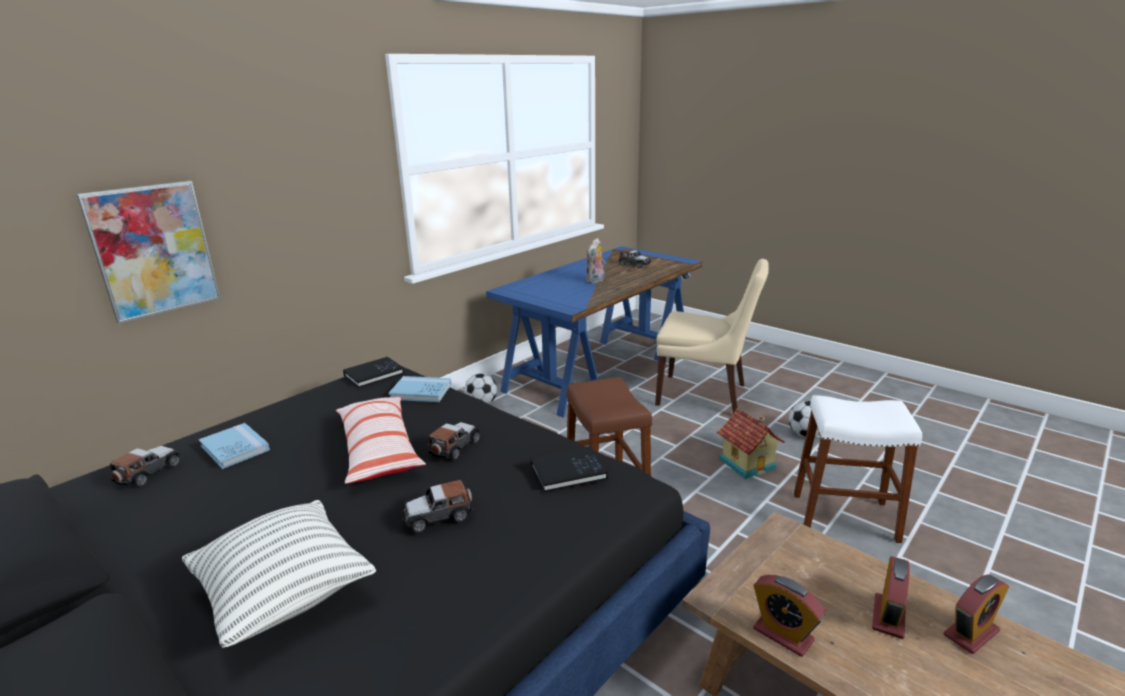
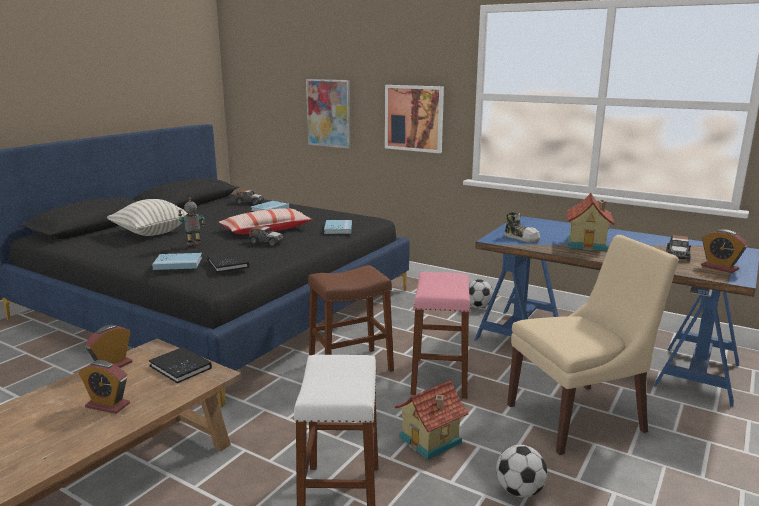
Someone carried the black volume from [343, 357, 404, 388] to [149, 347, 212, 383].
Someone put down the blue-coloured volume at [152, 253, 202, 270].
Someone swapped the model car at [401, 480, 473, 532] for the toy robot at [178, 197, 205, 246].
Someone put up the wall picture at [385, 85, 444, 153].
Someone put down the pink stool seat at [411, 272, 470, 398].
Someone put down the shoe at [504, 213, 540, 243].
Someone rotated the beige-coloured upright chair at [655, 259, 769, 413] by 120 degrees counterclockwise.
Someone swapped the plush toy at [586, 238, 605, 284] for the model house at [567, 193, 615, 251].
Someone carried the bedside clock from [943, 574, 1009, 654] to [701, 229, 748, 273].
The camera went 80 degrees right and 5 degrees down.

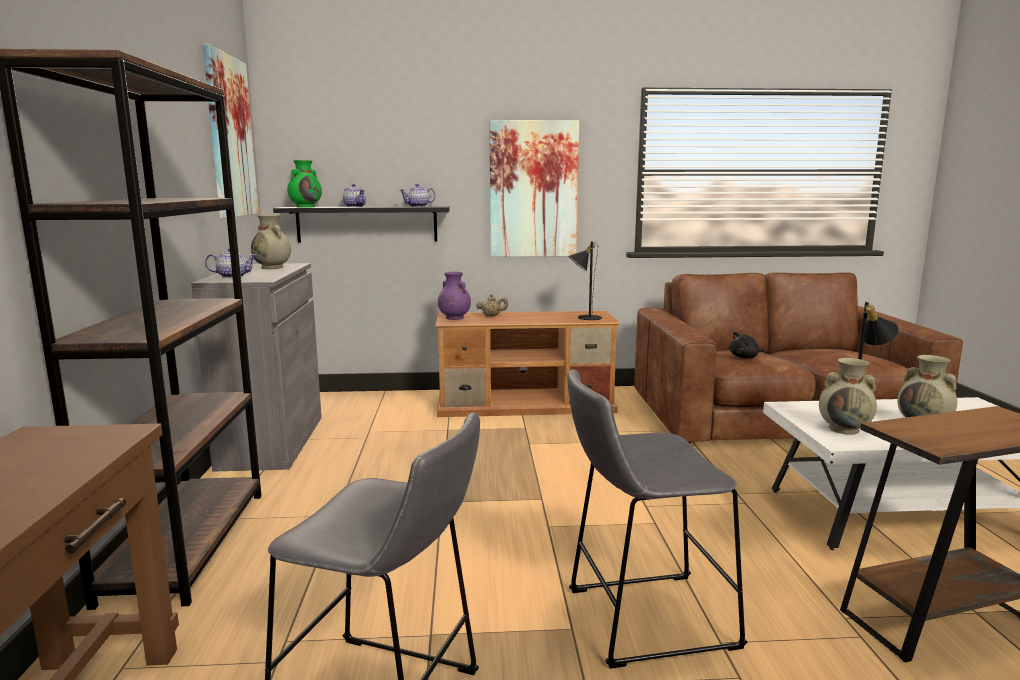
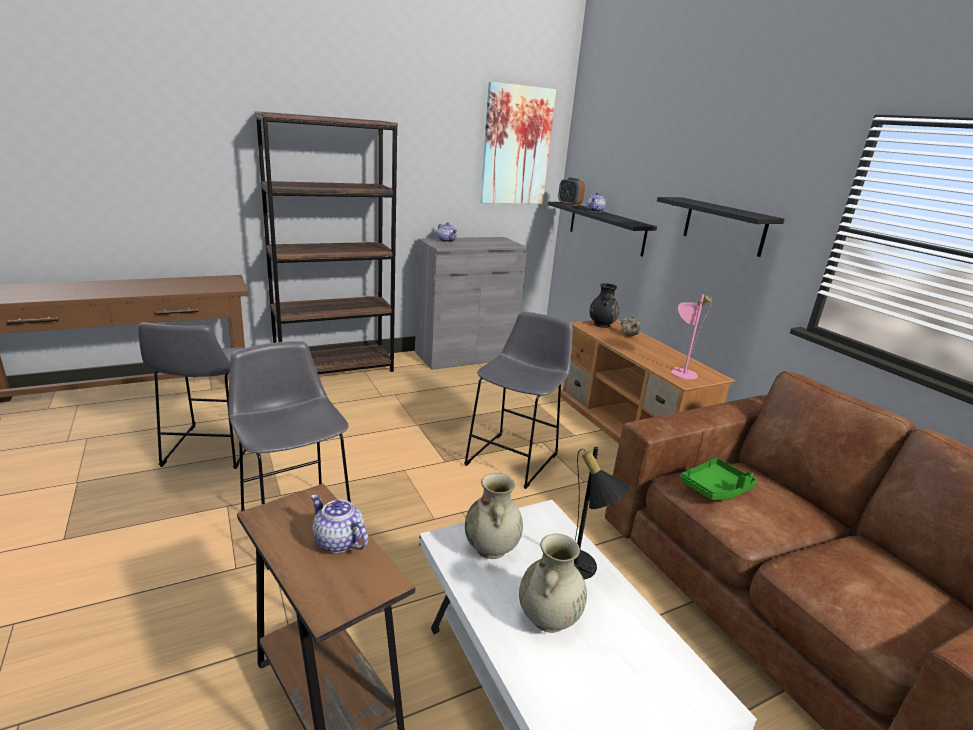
Someone carried the teapot from [400, 184, 435, 207] to [311, 494, 368, 553].
Someone put down the grey stool seat at [464, 311, 573, 489].
Someone swapped the greenish vase at [287, 160, 322, 208] for the bedside clock at [558, 177, 585, 206].
Someone repainted the purple vase at [438, 272, 471, 320], which became the black vase at [589, 283, 619, 328].
Someone swapped the wall picture at [489, 120, 579, 257] for the black shelf at [657, 197, 784, 257].
Someone repainted the black tabletop lamp at [568, 241, 602, 320], which became the pink tabletop lamp at [671, 294, 712, 380].
Someone swapped the black plush toy at [729, 331, 766, 358] for the greenish carrying tray at [680, 458, 757, 500].
Someone took away the beige-coloured vase at [251, 215, 291, 269].
The camera went 65 degrees right and 10 degrees up.

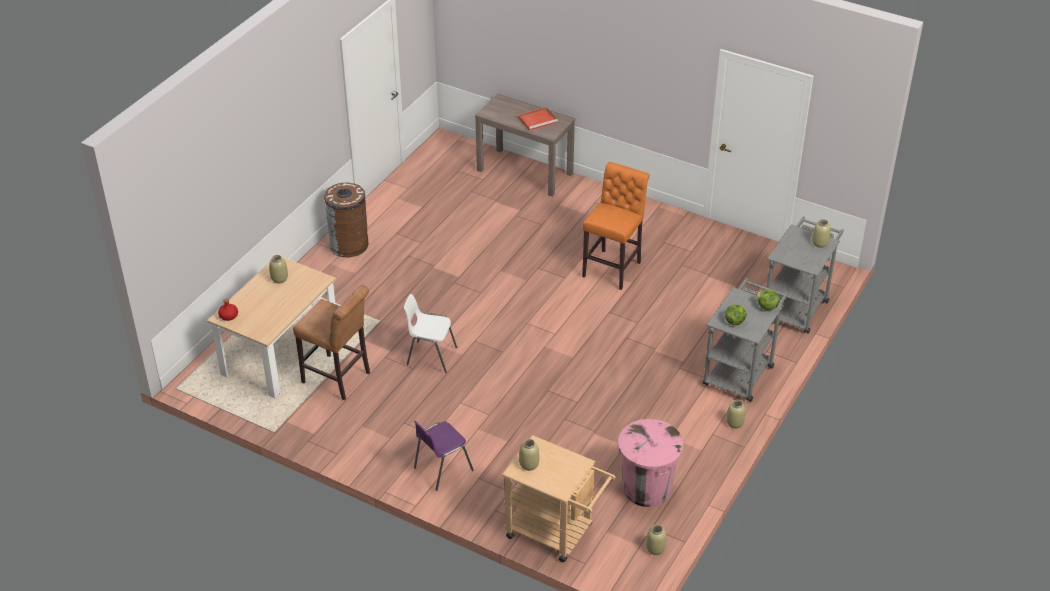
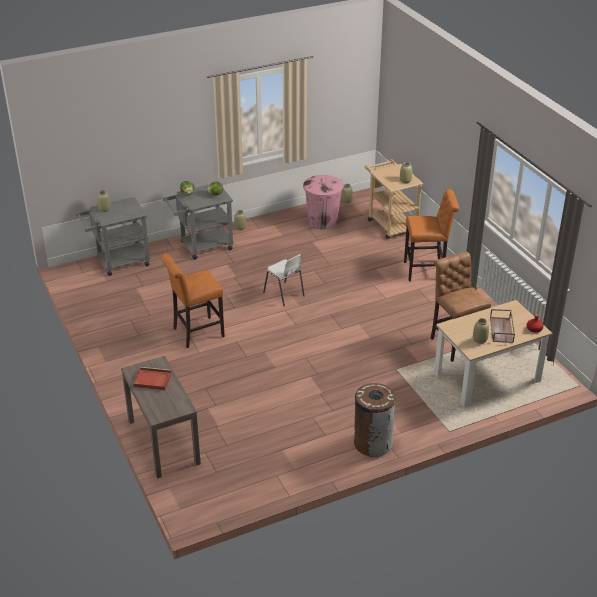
Someone carried the white upright chair from [404, 294, 457, 373] to [263, 254, 305, 306].
Someone swapped the purple upright chair at [413, 421, 474, 491] for the orange-coloured stool seat at [404, 189, 459, 281].
Someone put down the brownish carrying tray at [490, 309, 515, 343].
The camera went 145 degrees left and 5 degrees down.

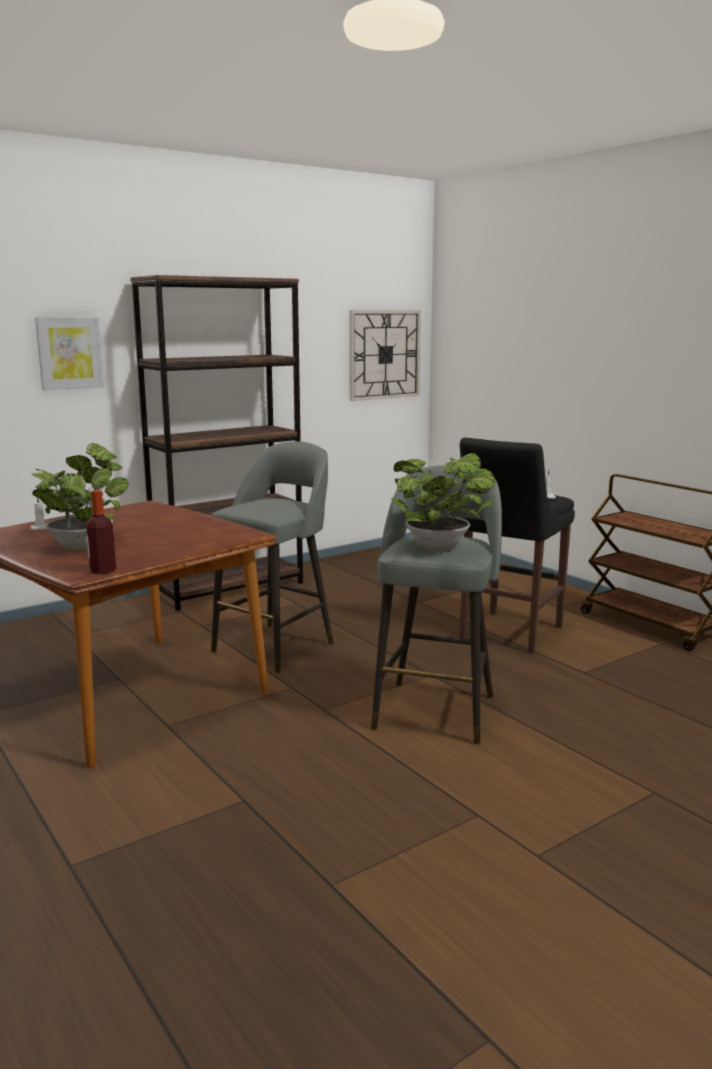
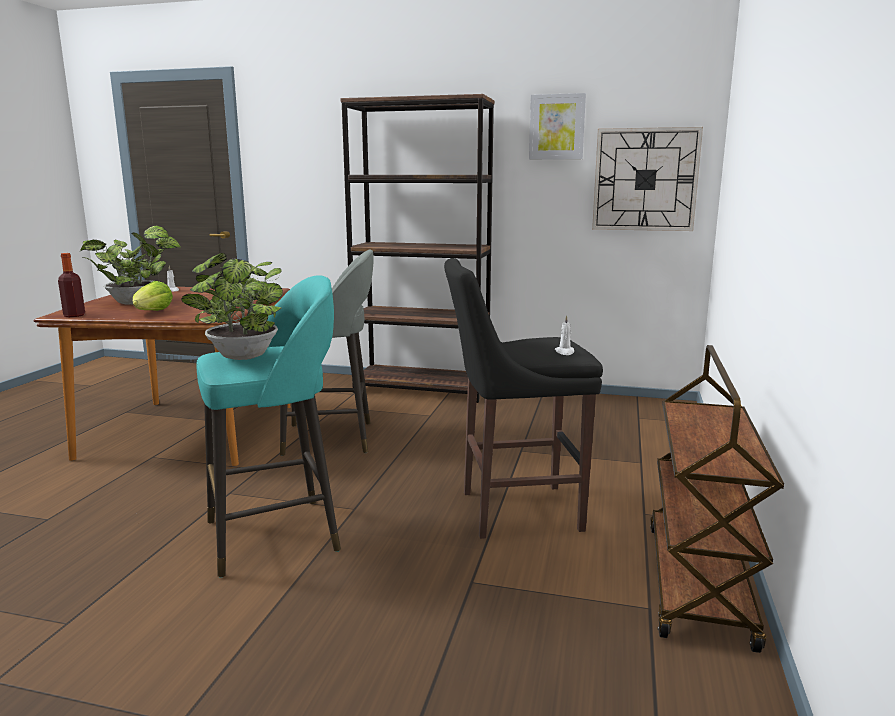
Someone put down the lettuce head at [133, 281, 173, 311].
Someone repainted the grey stool seat at [371, 465, 502, 744], which became the blue-green stool seat at [196, 275, 341, 578].
Someone carried the wall picture from [35, 317, 104, 390] to [529, 93, 586, 160].
The camera went 50 degrees right and 0 degrees up.

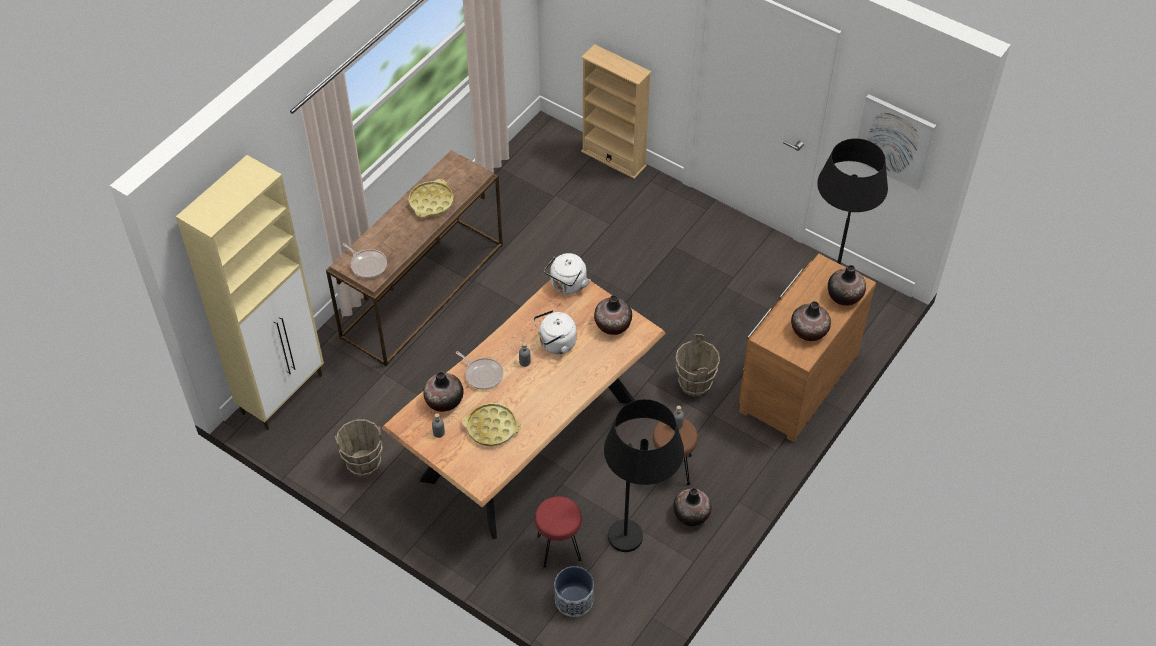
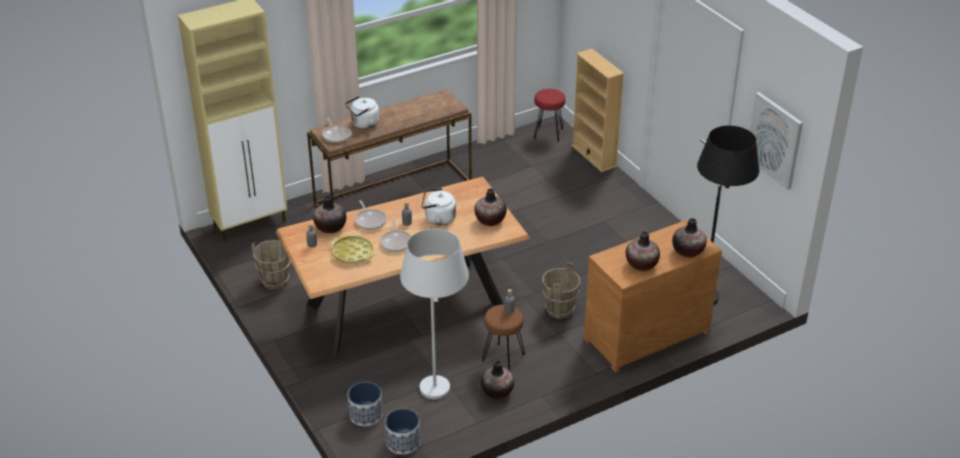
Someone carried the white tea kettle from [544, 253, 591, 294] to [345, 96, 379, 129].
Someone put down the pan at [380, 220, 411, 252].
Someone put down the plant pot at [385, 409, 420, 455].
Someone repainted the black standing lamp at [604, 399, 684, 552], which became the white standing lamp at [400, 229, 469, 399].
Someone carried the reddish stool seat from [535, 496, 582, 568] to [534, 89, 566, 142].
Someone took away the yellowish carrying tray at [409, 179, 454, 218].
The camera went 25 degrees right and 15 degrees down.

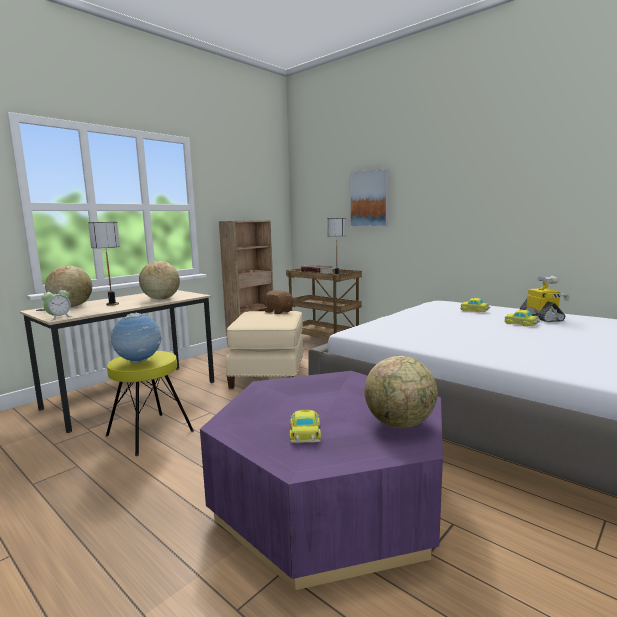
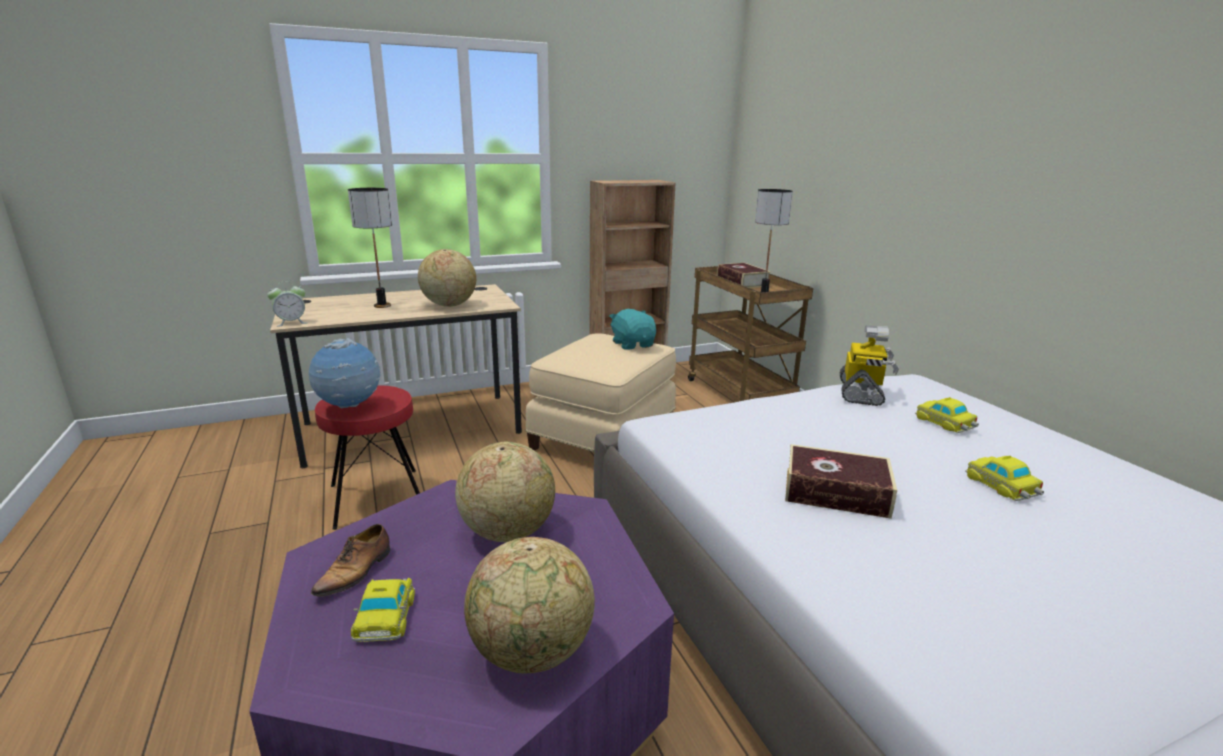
Someone put down the shoe at [311, 524, 390, 597].
Someone repainted the yellowish stool seat at [106, 351, 194, 456], which became the reddish stool seat at [315, 385, 420, 530].
Someone rotated the model car at [290, 410, 321, 443] by 150 degrees clockwise.
Someone carried the globe from [45, 265, 92, 307] to [455, 442, 555, 542].
Someone repainted the brownish plush toy at [263, 290, 293, 314], which became the blue-green plush toy at [609, 309, 656, 350].
Someone put down the volume at [785, 444, 897, 519].
Someone carried the toy robot from [520, 276, 570, 322] to [840, 325, 899, 406].
Someone took away the wall picture at [350, 168, 389, 227].
The camera went 25 degrees right and 10 degrees up.

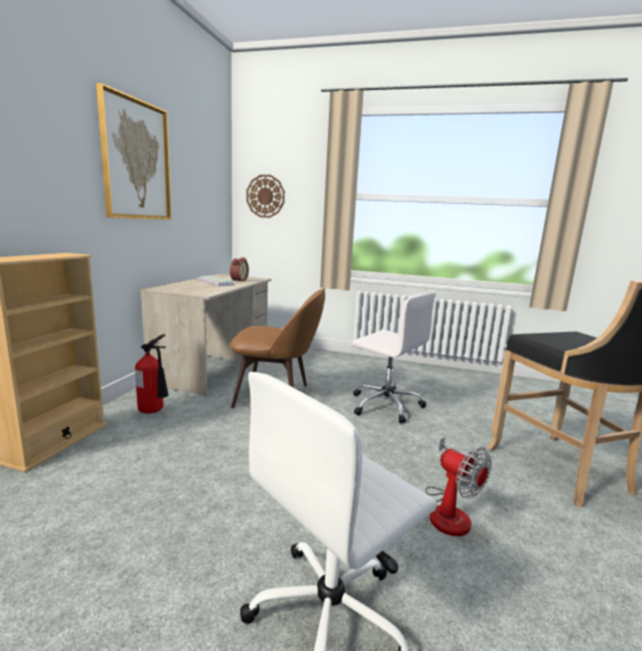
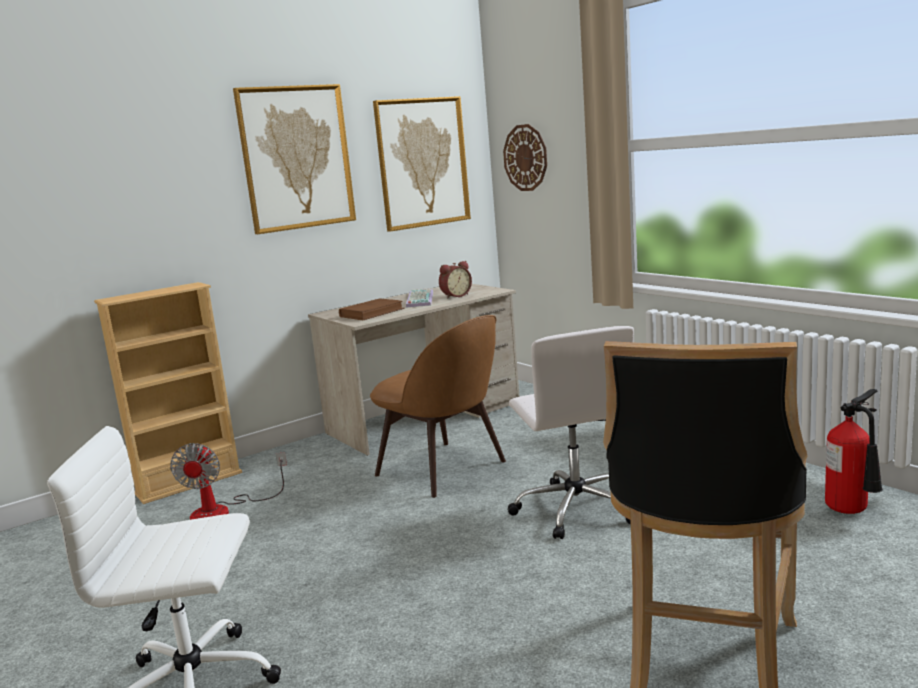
Someone carried the fan from [426, 437, 492, 536] to [170, 443, 287, 520].
Someone put down the brownish volume at [339, 298, 405, 320].
Someone put up the wall picture at [373, 96, 471, 232].
Someone carried the fire extinguisher from [135, 334, 169, 413] to [825, 389, 883, 514].
The camera went 40 degrees right and 0 degrees up.

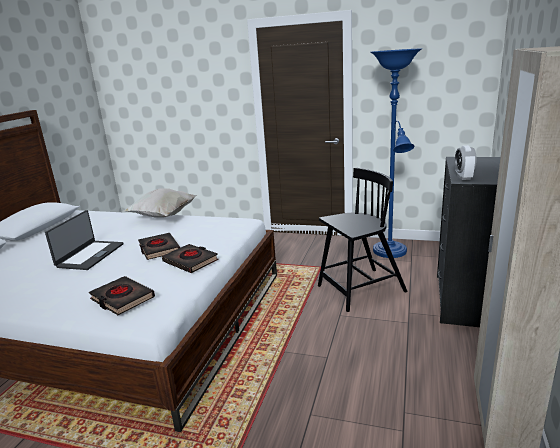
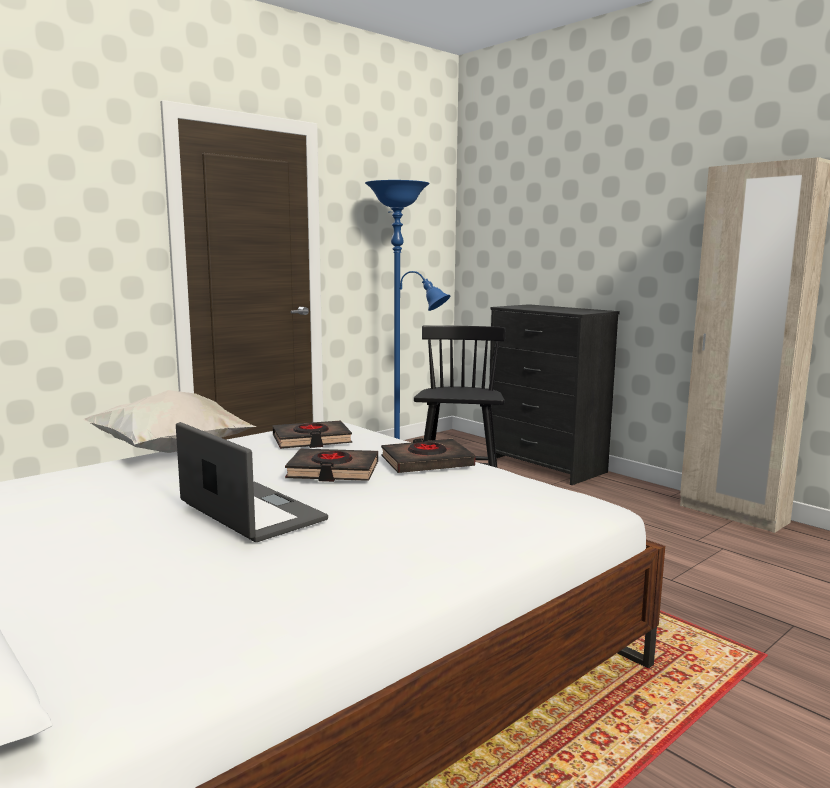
Someone carried the black volume from [89, 276, 155, 315] to [272, 421, 352, 449].
Someone took away the bedside clock at [455, 145, 477, 180].
The camera went 60 degrees left and 10 degrees down.

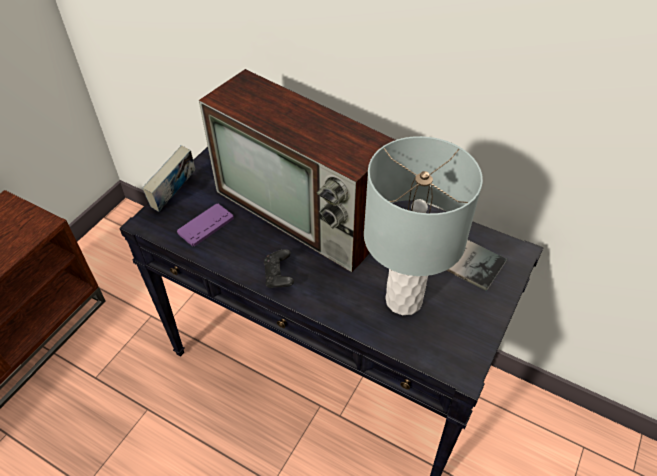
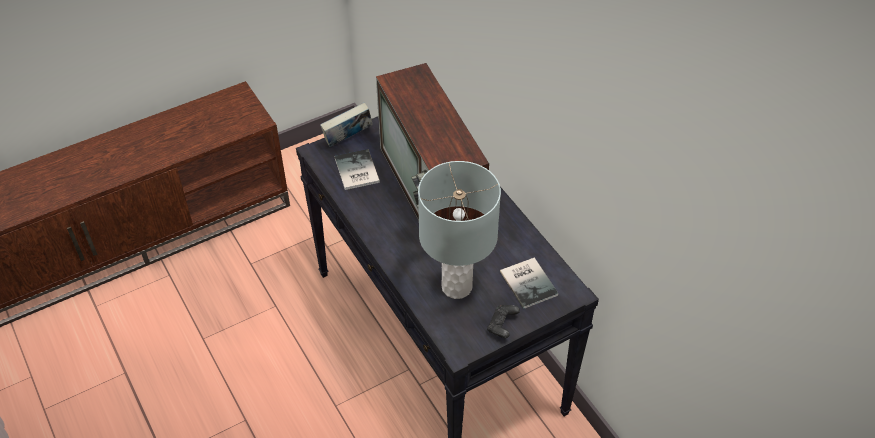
Someone swapped the purple joypad at [177, 203, 234, 246] for the volume at [334, 149, 380, 190].
Someone carried the black joypad from [264, 249, 294, 288] to [487, 305, 520, 338].
The camera went 30 degrees right and 0 degrees up.

